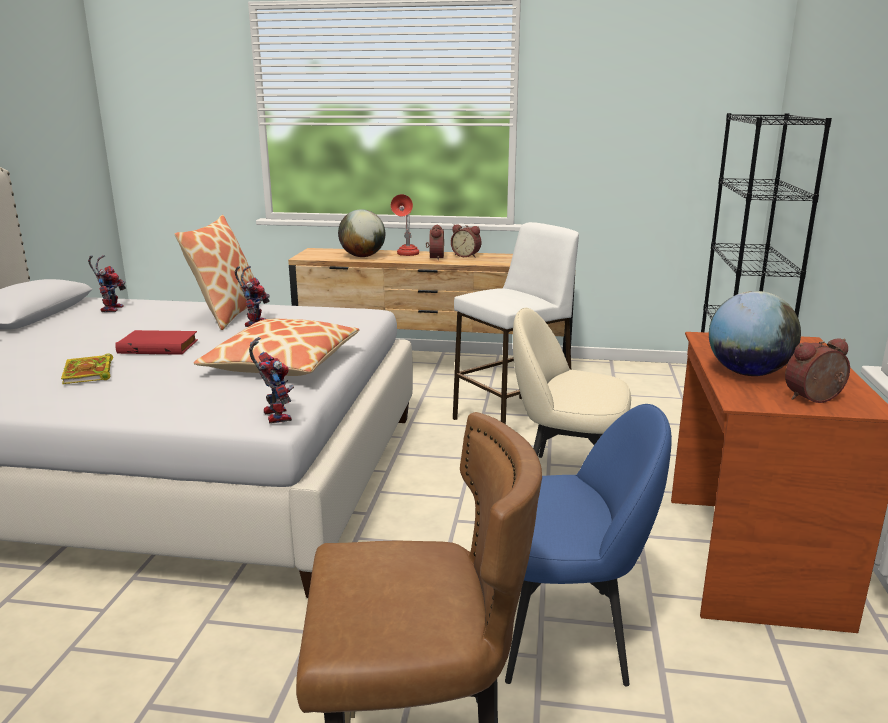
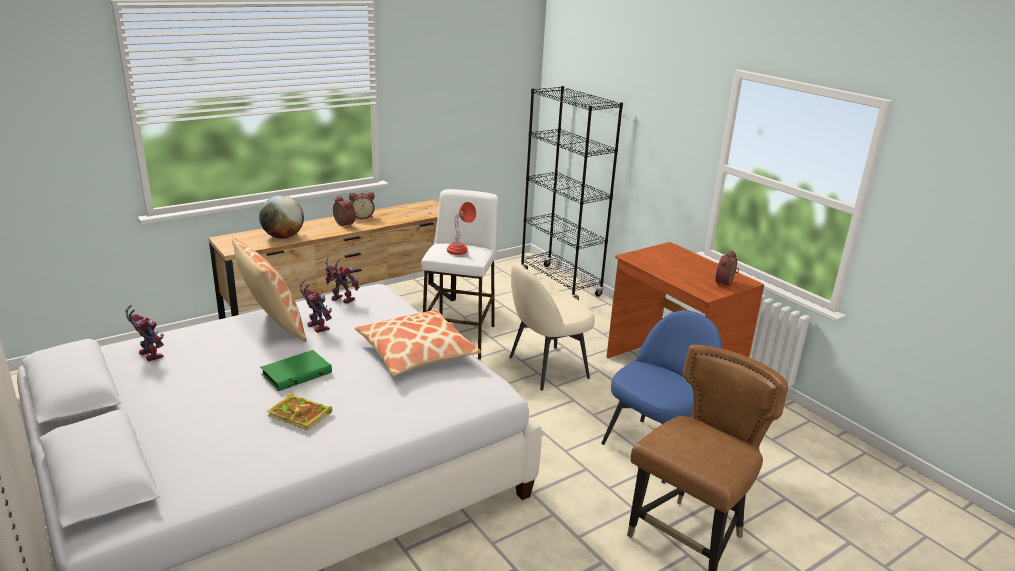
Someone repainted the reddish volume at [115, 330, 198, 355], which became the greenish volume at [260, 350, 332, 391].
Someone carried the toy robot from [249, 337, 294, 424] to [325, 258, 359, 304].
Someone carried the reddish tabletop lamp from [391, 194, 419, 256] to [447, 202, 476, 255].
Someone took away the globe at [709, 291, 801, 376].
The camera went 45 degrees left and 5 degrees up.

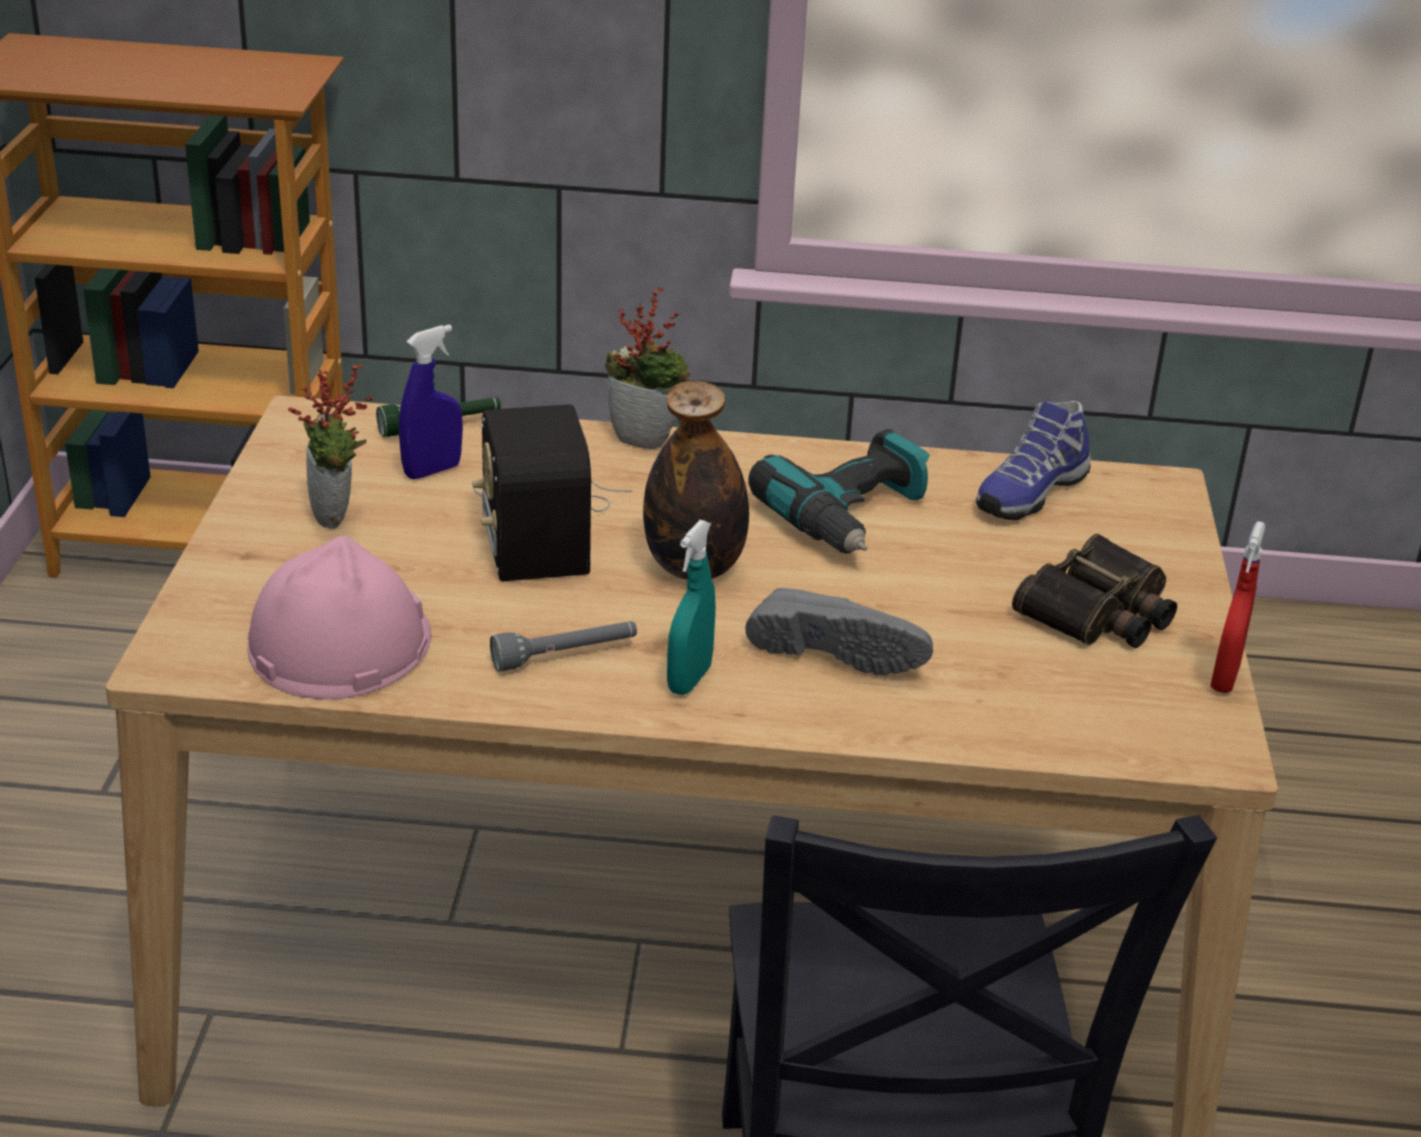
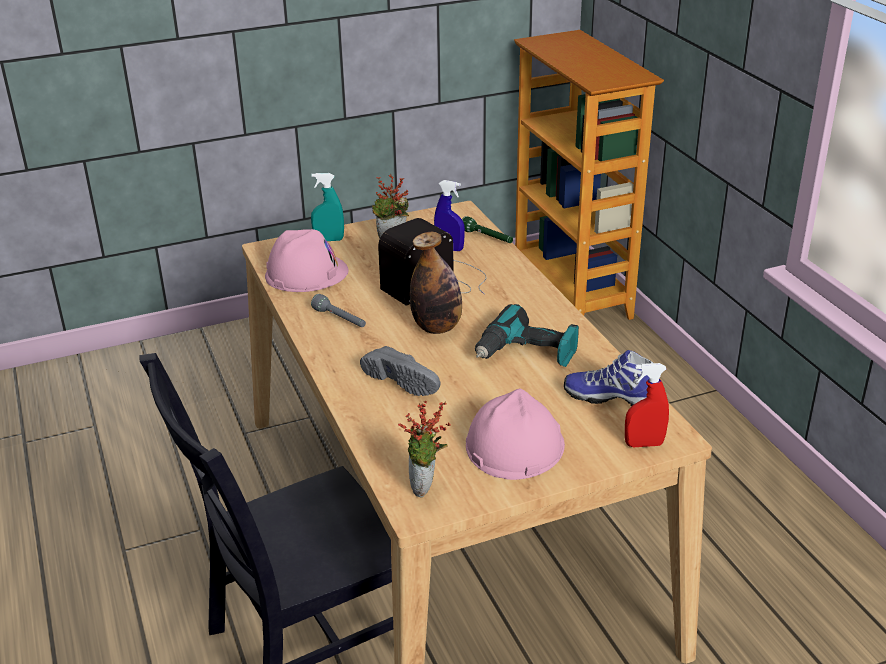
Someone carried the blue-green sprayer from [667, 520, 716, 695] to [311, 173, 344, 241].
Someone rotated the grey shoe at [745, 588, 933, 675] by 45 degrees counterclockwise.
Someone carried the potted plant from [605, 287, 691, 449] to [398, 401, 451, 498].
Someone swapped the pair of binoculars at [1012, 534, 1177, 648] for the pink work helmet at [466, 388, 565, 480].
Someone carried the reddish sprayer from [1210, 521, 1265, 693] to [625, 363, 669, 447].
The camera went 65 degrees right and 0 degrees up.

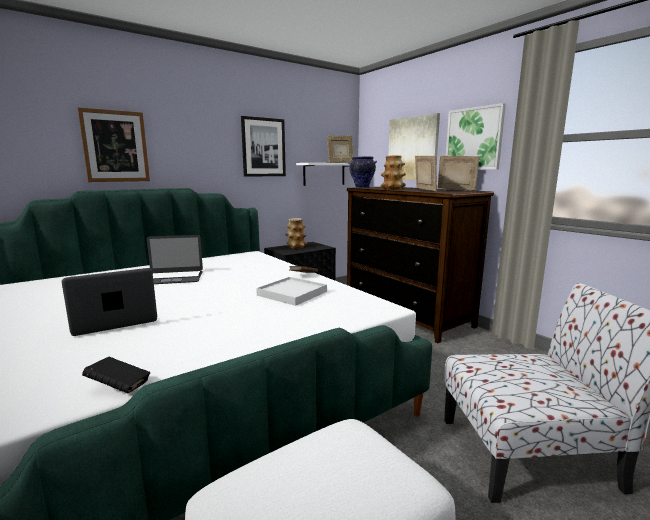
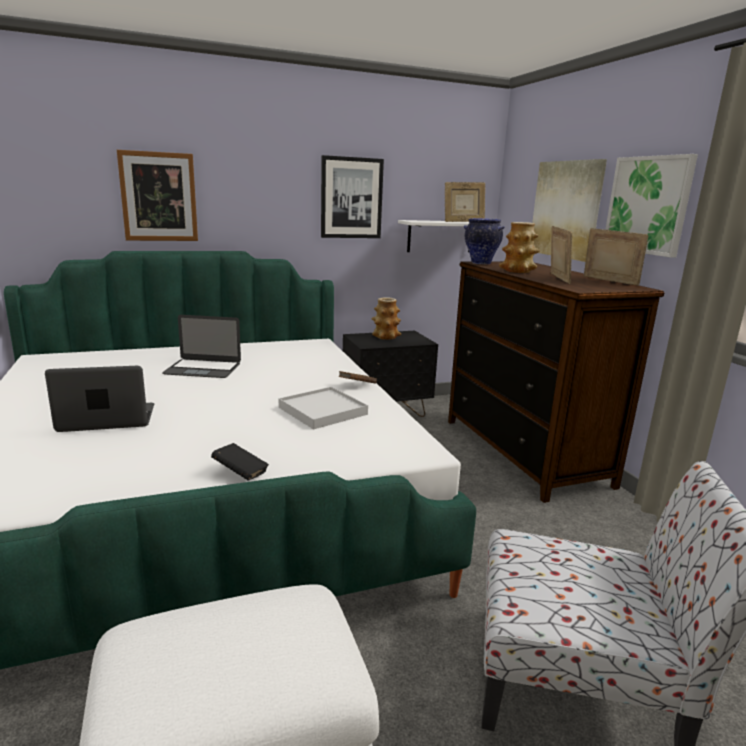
Someone carried the black volume from [82, 357, 150, 393] to [211, 443, 269, 480].
The camera went 15 degrees right and 5 degrees up.

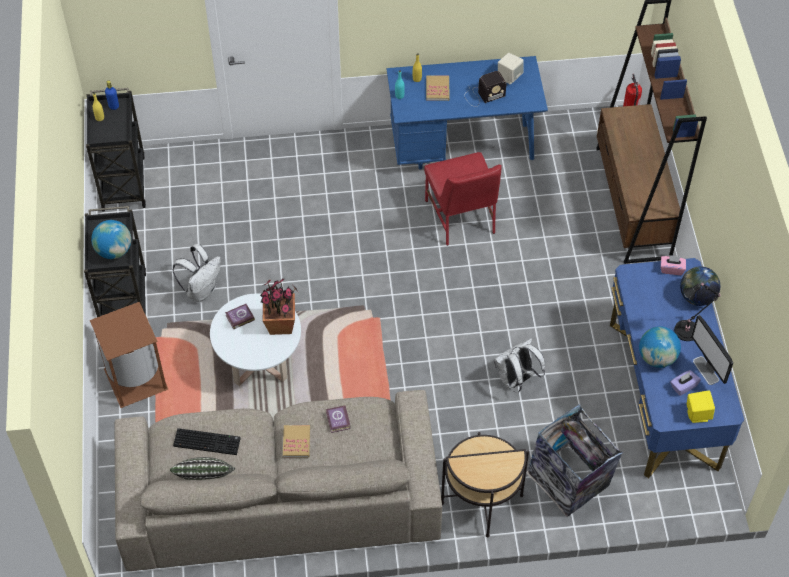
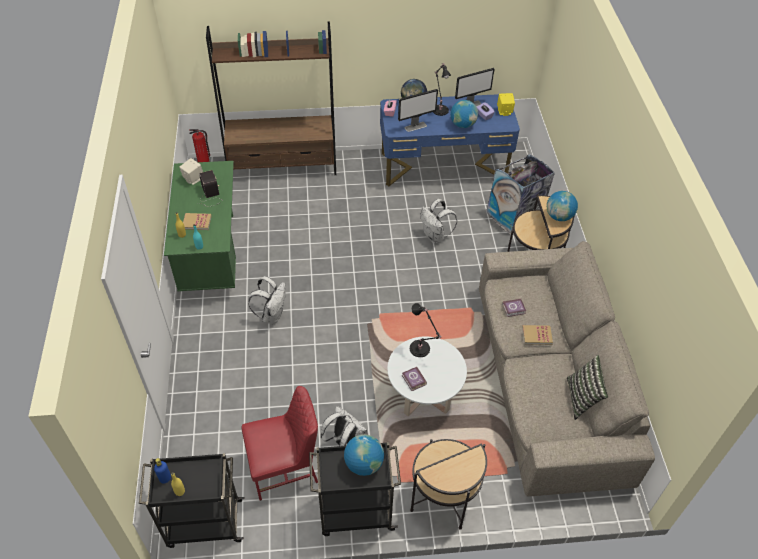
Someone repainted the blue-coloured desk at [386, 56, 548, 170], which became the greenish desk at [164, 161, 236, 291].
Someone carried the reddish upright chair from [424, 152, 502, 246] to [242, 386, 318, 501].
Someone put down the white rucksack at [248, 276, 285, 324].
Someone put down the computer display at [398, 89, 438, 132].
Someone swapped the potted plant at [260, 279, 297, 335] for the black tabletop lamp at [410, 303, 442, 357].
Someone swapped the brownish rubbish bin at [90, 302, 168, 408] for the accent table at [410, 439, 487, 530].
Someone put down the globe at [547, 191, 578, 221].
Someone took away the PC keyboard at [173, 428, 241, 455].
The camera went 90 degrees left and 5 degrees down.

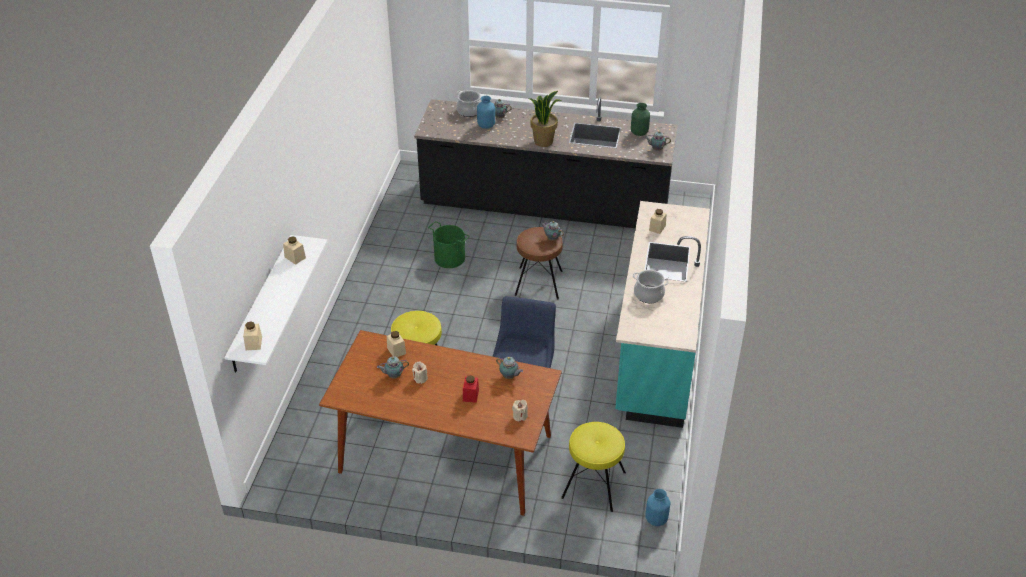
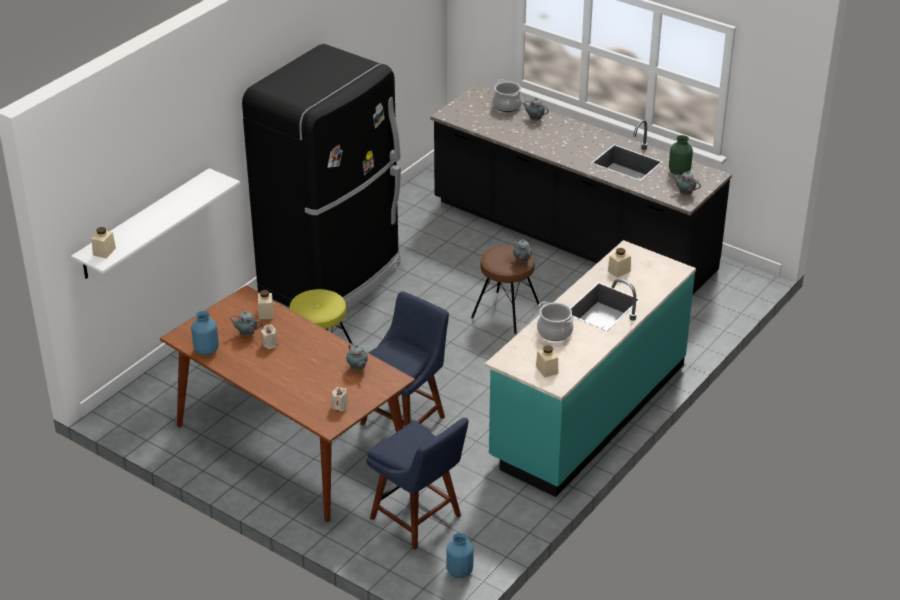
Someone carried the blue-coloured vase from [477, 96, 495, 129] to [191, 311, 219, 355].
Someone put down the black fridge at [242, 44, 401, 310].
Someone swapped the yellowish stool seat at [561, 422, 626, 512] for the blue-coloured upright chair at [366, 418, 469, 550].
Someone carried the beige-coloured storage jar from [283, 236, 306, 265] to [536, 345, 558, 378].
Someone took away the greenish pail at [428, 221, 469, 268].
Someone took away the reddish storage jar at [463, 375, 479, 403].
Someone took away the potted plant at [528, 91, 561, 147].
The camera went 25 degrees right and 5 degrees down.

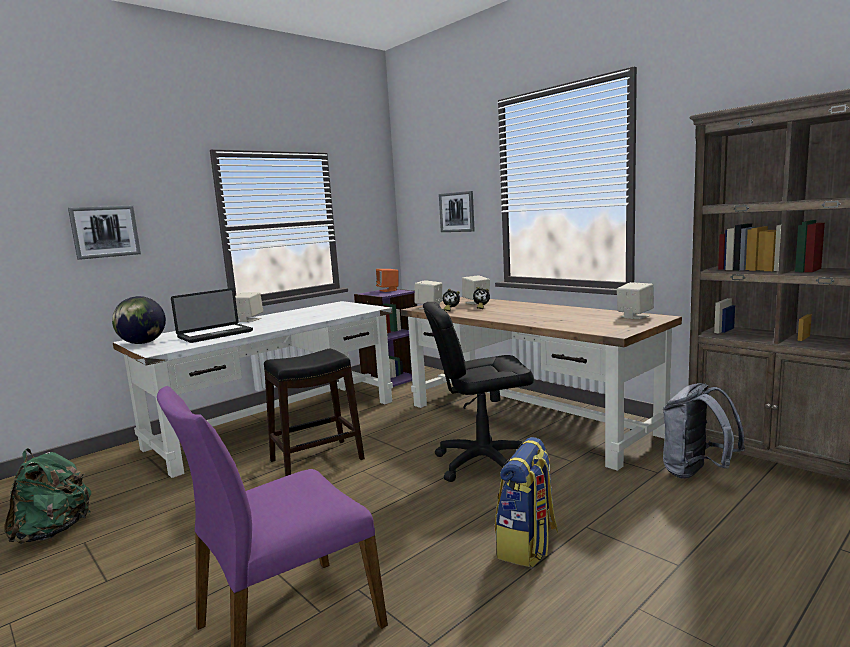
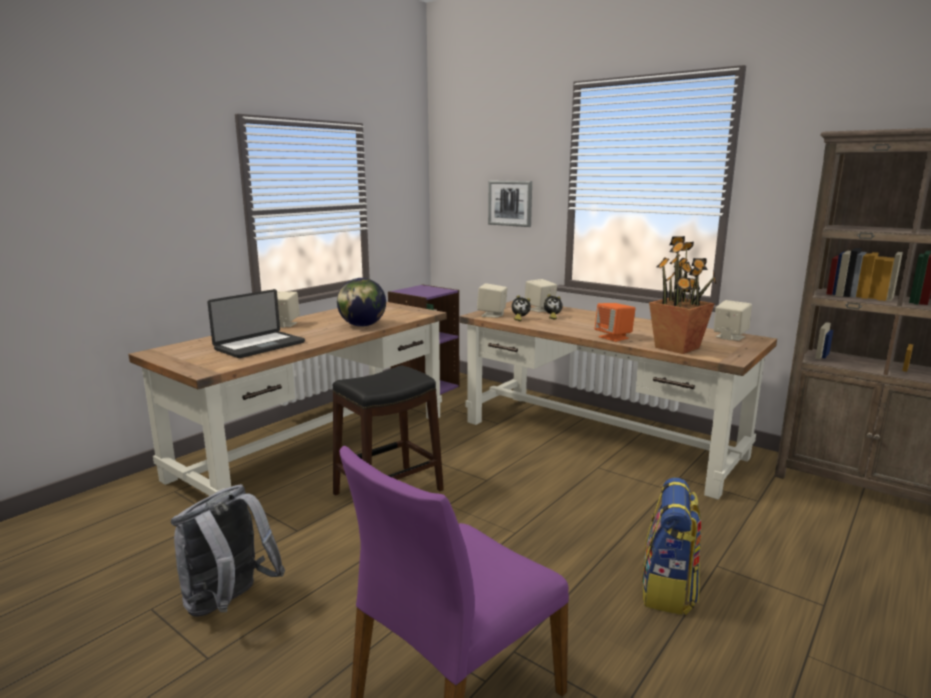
Someone repainted the white desk at [112, 301, 393, 478], which became the brownish desk at [128, 302, 447, 496].
Someone carried the grey rucksack from [663, 383, 745, 479] to [171, 484, 285, 617].
Someone carried the globe from [112, 296, 166, 344] to [337, 278, 386, 327].
Someone carried the orange-coloured speaker from [376, 269, 399, 292] to [595, 303, 635, 342].
Someone put down the potted plant at [649, 236, 716, 354].
Someone took away the greenish rucksack at [4, 448, 91, 544].
Someone took away the wall picture at [68, 206, 141, 260].
Someone took away the black computer chair at [423, 302, 534, 482].
The camera went 10 degrees left and 5 degrees up.

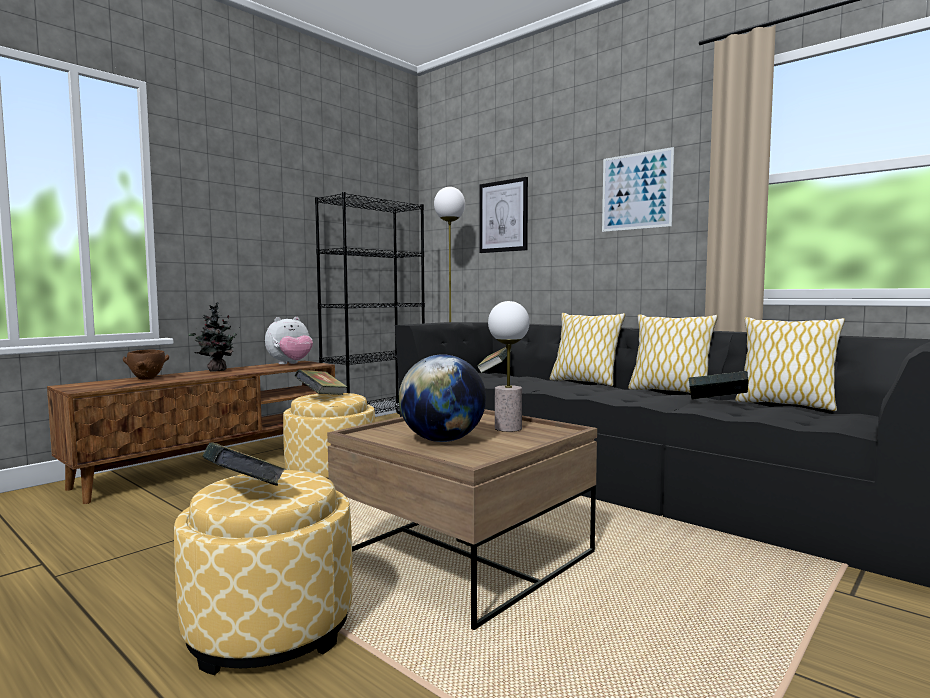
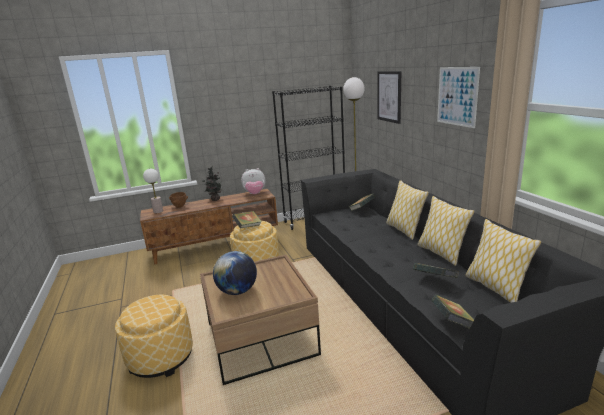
Someone carried the tabletop lamp from [488, 301, 530, 432] to [143, 169, 163, 213].
Someone carried the volume from [203, 442, 286, 485] to [431, 295, 474, 329].
The camera went 30 degrees right and 15 degrees up.

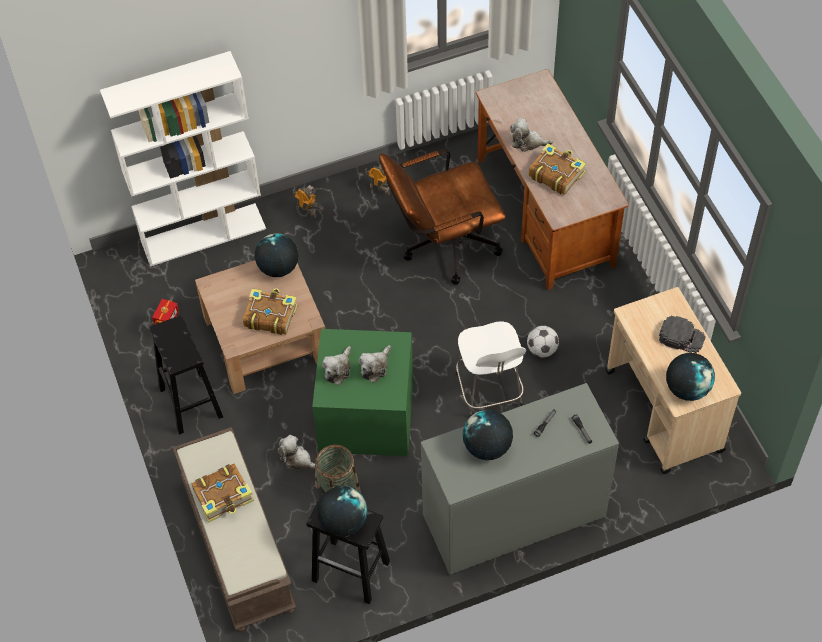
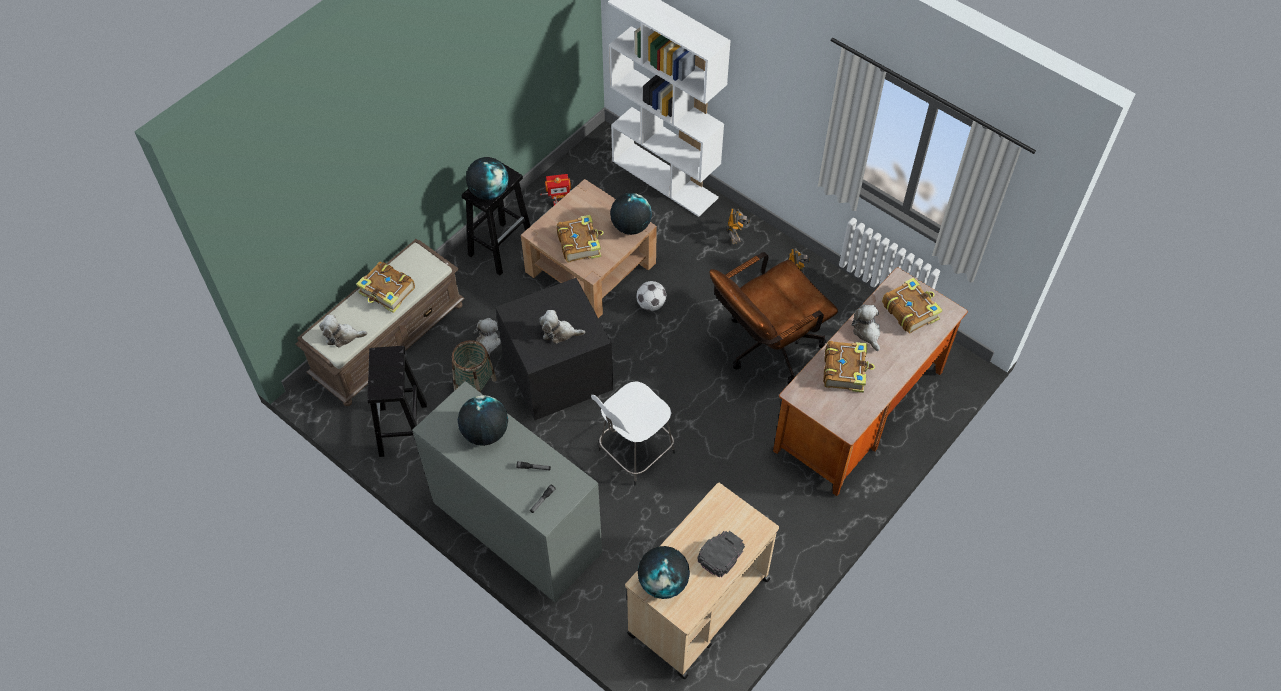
Someone carried the plush toy from [322, 346, 351, 385] to [319, 315, 368, 347].
Someone carried the globe from [317, 486, 368, 536] to [466, 157, 509, 200].
Someone repainted the greenish storage bin at [312, 329, 413, 456], which became the black storage bin at [496, 278, 613, 420].
Someone carried the football from [527, 326, 559, 357] to [636, 281, 666, 311].
Someone rotated the black peaked cap at [659, 316, 706, 353] by 135 degrees counterclockwise.
Someone rotated the brownish computer chair at [379, 149, 506, 285] by 75 degrees counterclockwise.
Someone put down the volume at [882, 277, 942, 334].
The camera went 60 degrees right and 0 degrees up.

